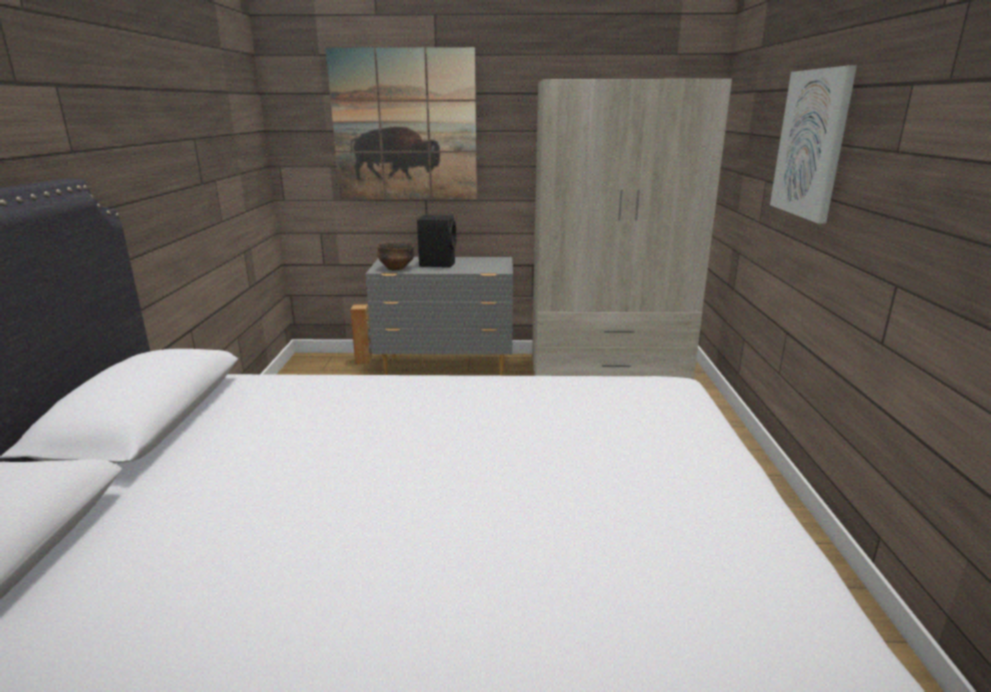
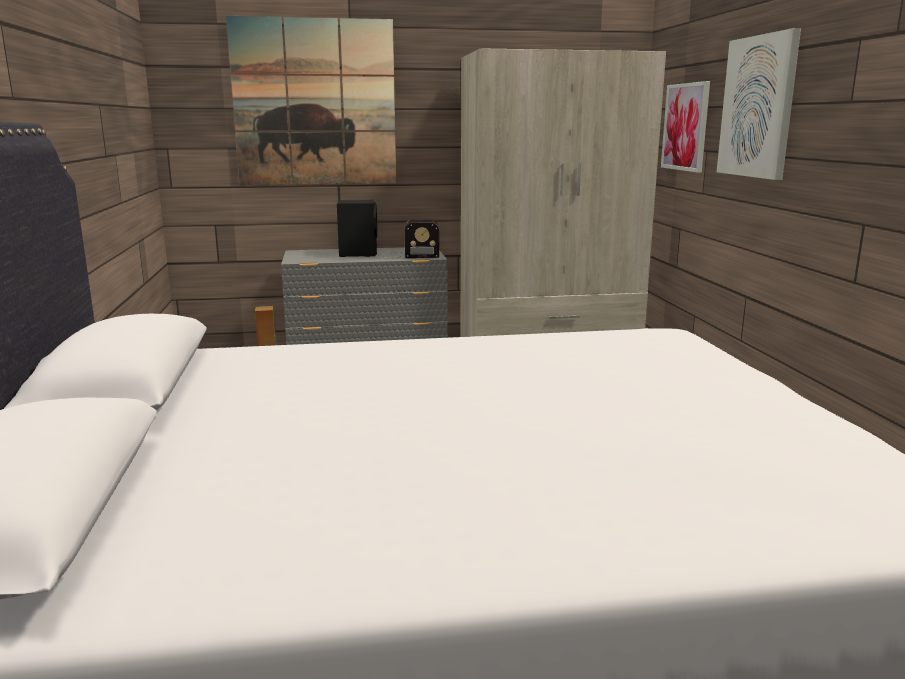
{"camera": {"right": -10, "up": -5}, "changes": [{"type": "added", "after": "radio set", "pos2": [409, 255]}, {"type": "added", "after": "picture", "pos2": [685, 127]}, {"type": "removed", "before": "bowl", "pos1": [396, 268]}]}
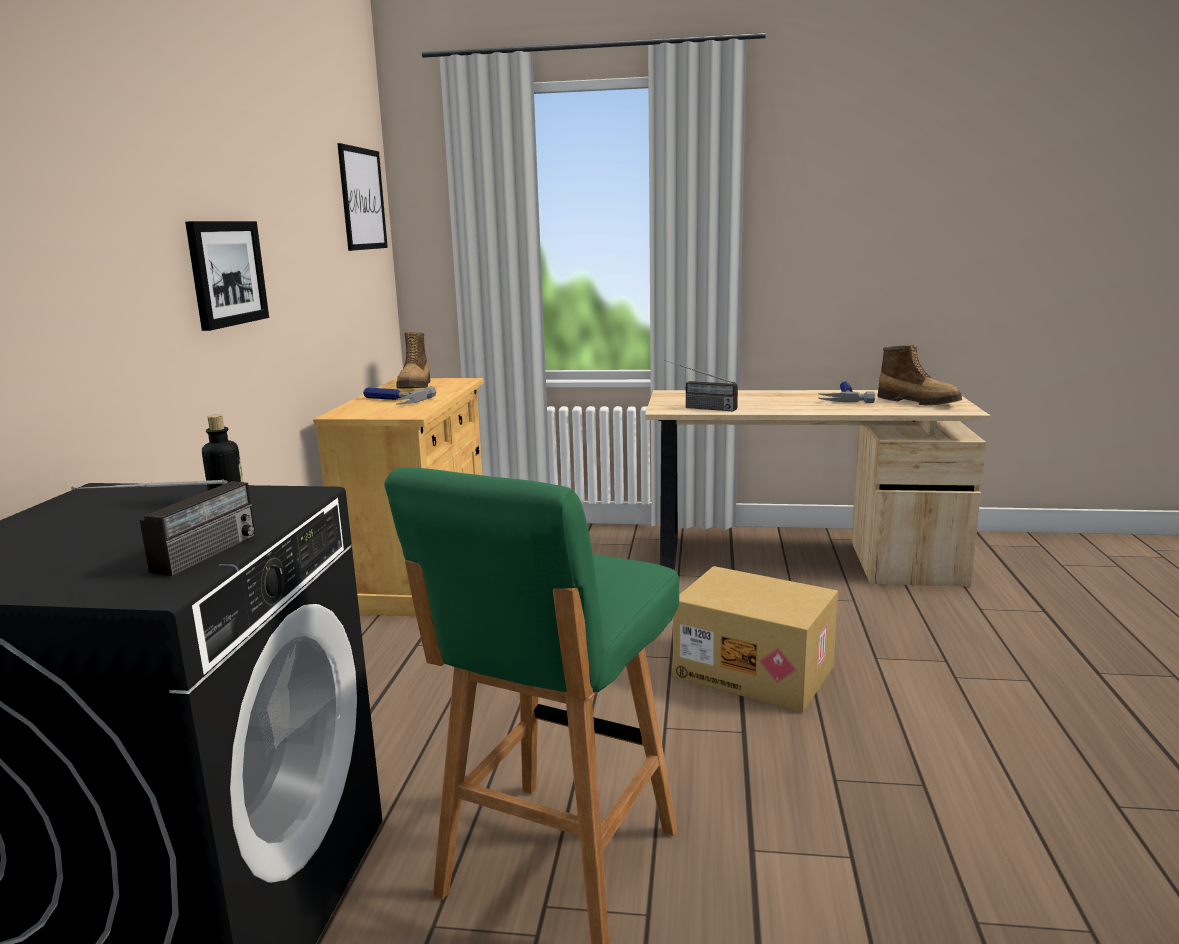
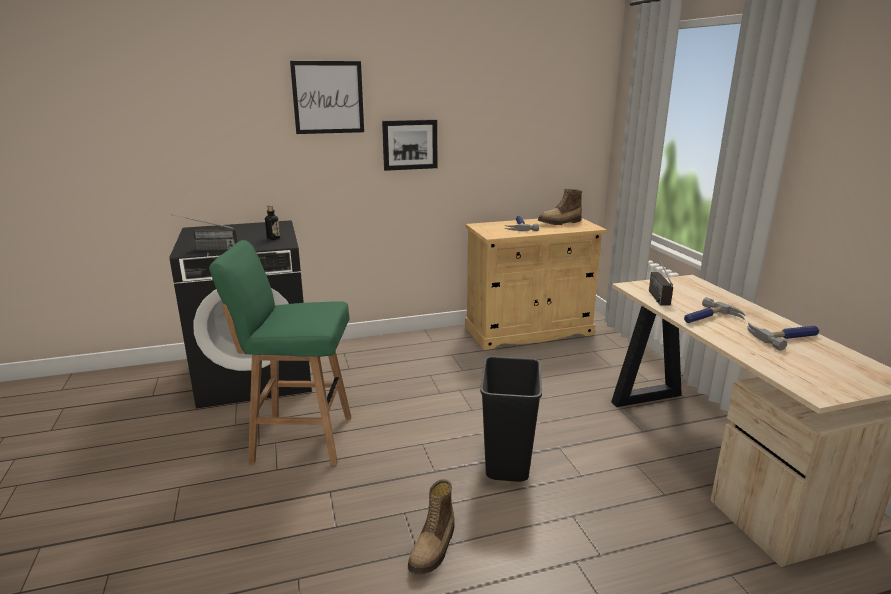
{"camera": {"right": 65, "up": 5}, "changes": [{"type": "moved", "before": "picture", "pos1": [362, 199], "pos2": [328, 97]}, {"type": "moved", "before": "tall boot", "pos1": [918, 402], "pos2": [434, 548]}, {"type": "replaced", "before": "cardboard box", "after": "black-coloured trash can", "pos1": [755, 671], "pos2": [508, 464]}, {"type": "added", "after": "hammer", "pos2": [708, 318]}]}
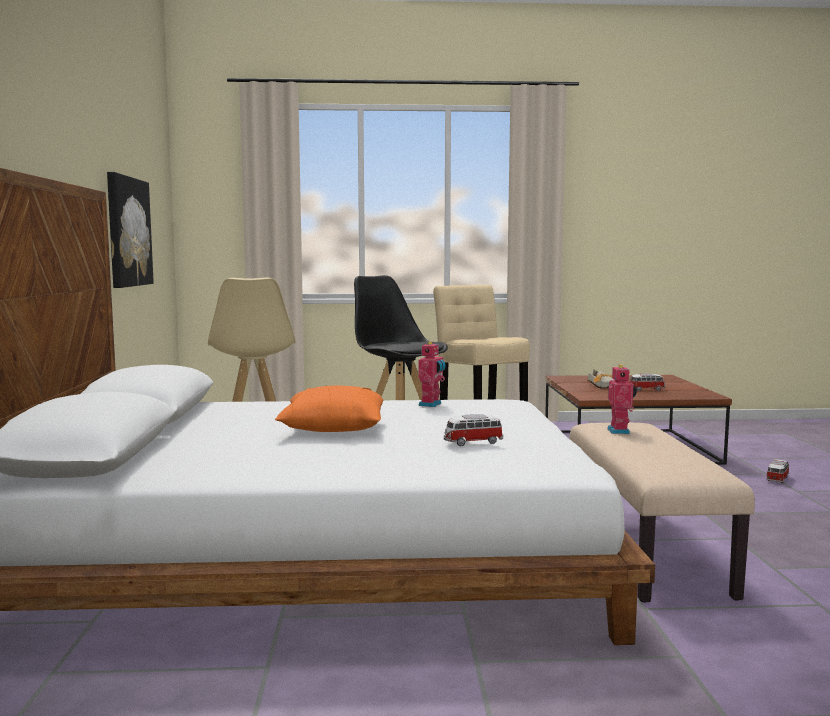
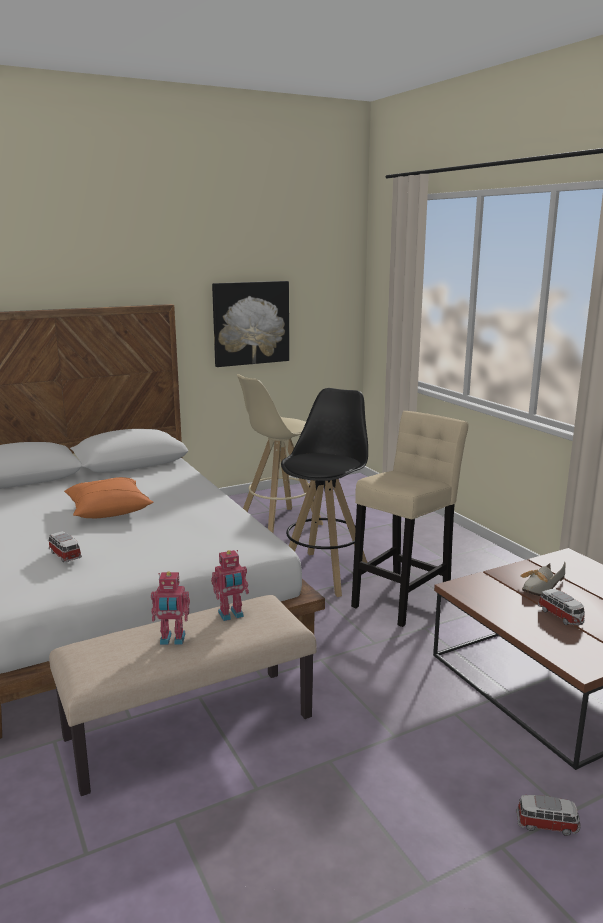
{"camera": {"right": 65, "up": 10}, "changes": [{"type": "moved", "before": "toy robot", "pos1": [431, 404], "pos2": [172, 640]}]}
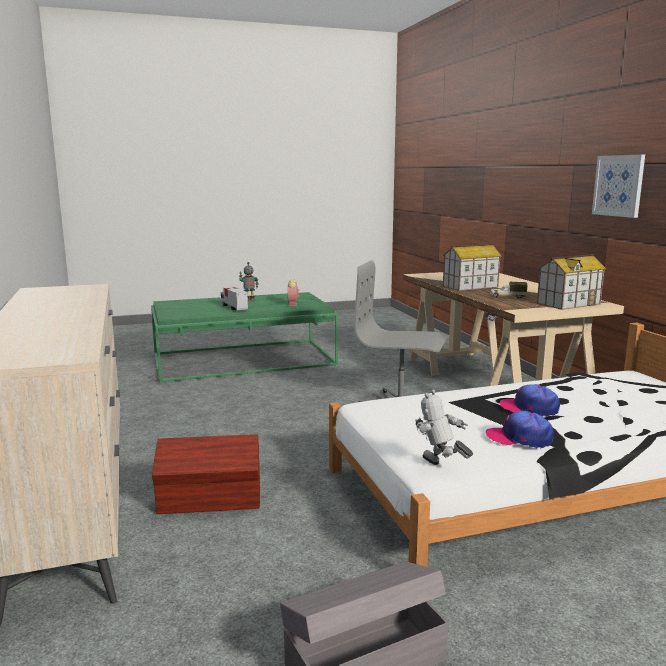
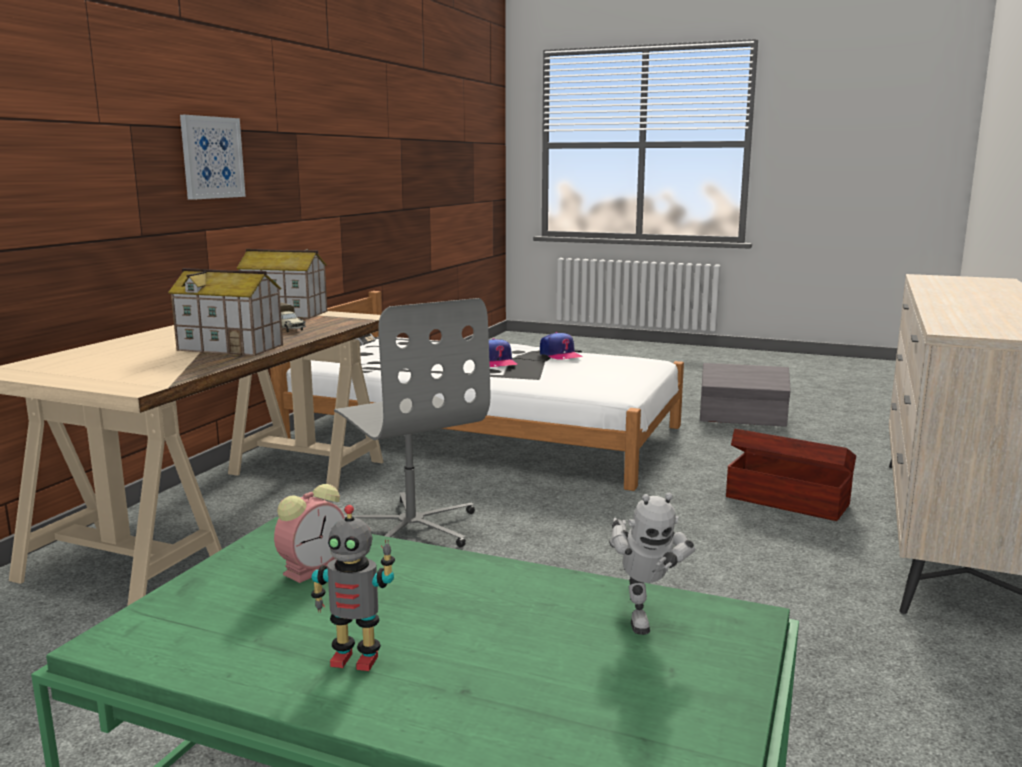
{"camera": {"right": -140, "up": 0}, "changes": [{"type": "moved", "before": "toy robot", "pos1": [439, 467], "pos2": [642, 615]}, {"type": "removed", "before": "toy lorry", "pos1": [234, 307]}]}
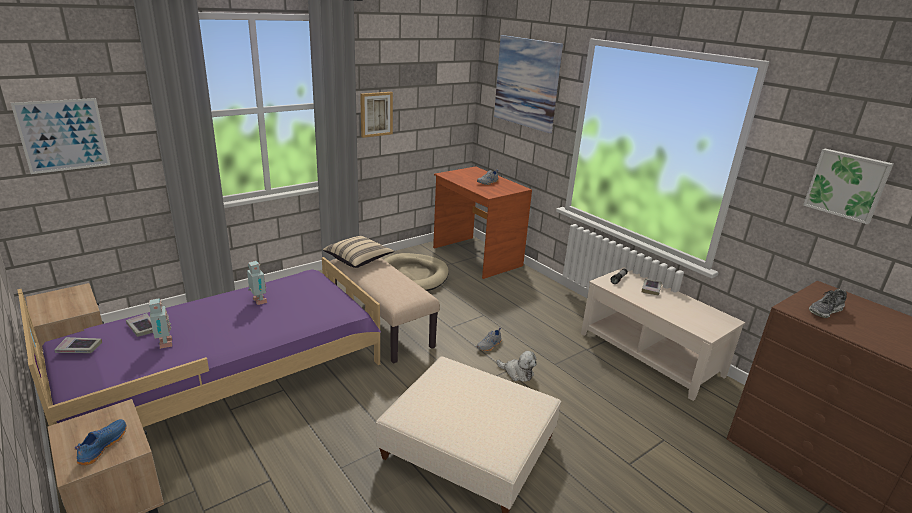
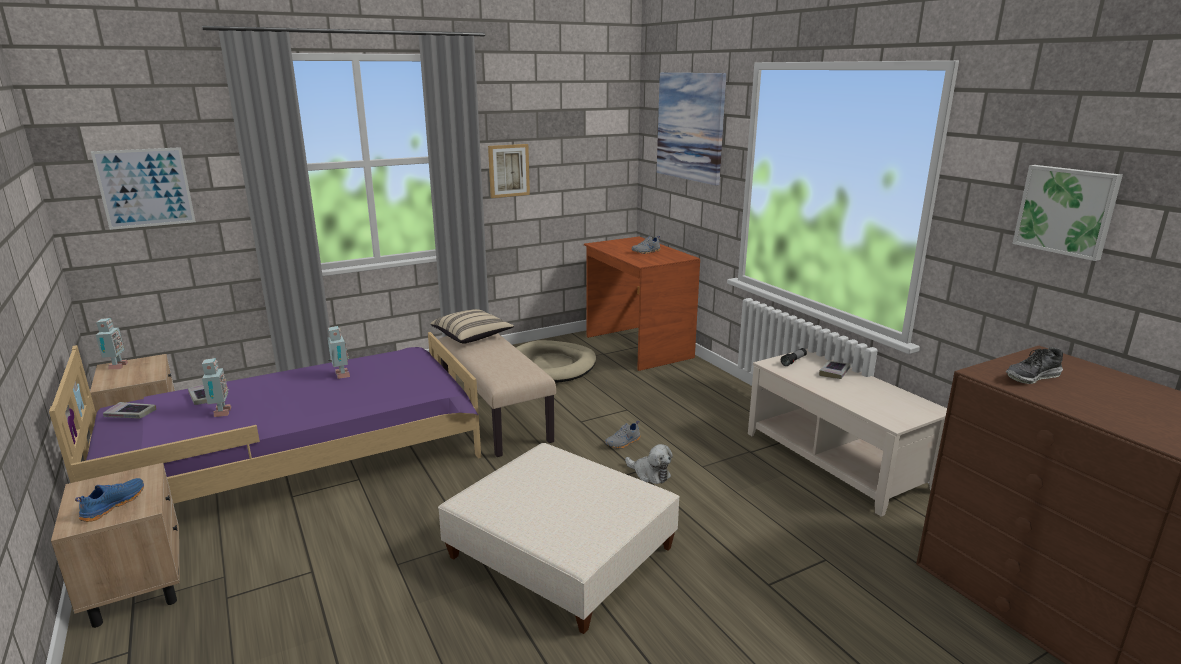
{"camera": {"right": 10, "up": -5}, "changes": [{"type": "added", "after": "toy robot", "pos2": [116, 367]}]}
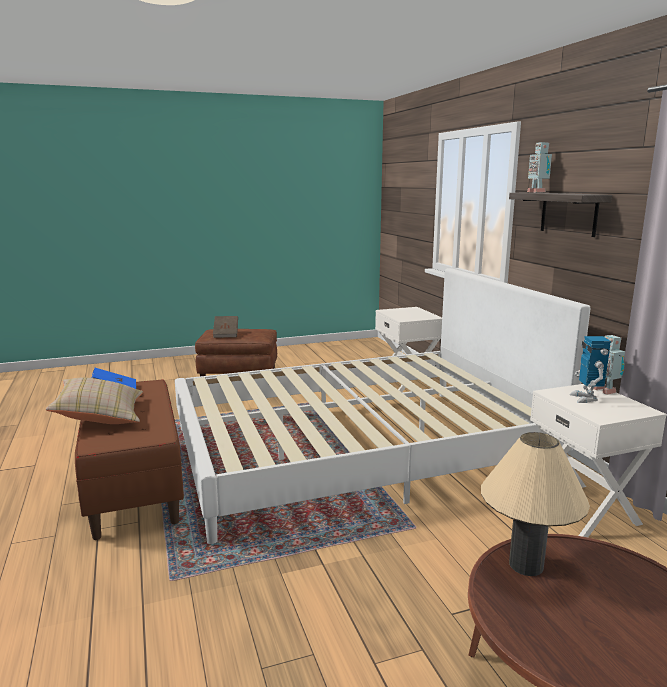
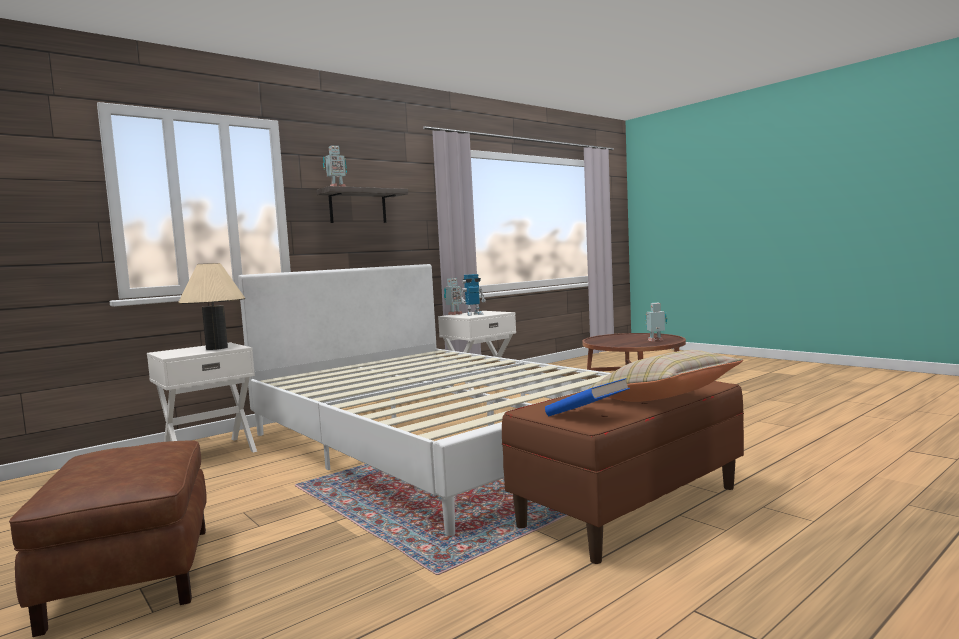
{"camera": {"right": -110, "up": -10}, "changes": [{"type": "moved", "before": "beige-coloured lamp for a table", "pos1": [526, 565], "pos2": [216, 348]}, {"type": "added", "after": "toy robot", "pos2": [656, 340]}, {"type": "removed", "before": "brown volume", "pos1": [226, 334]}]}
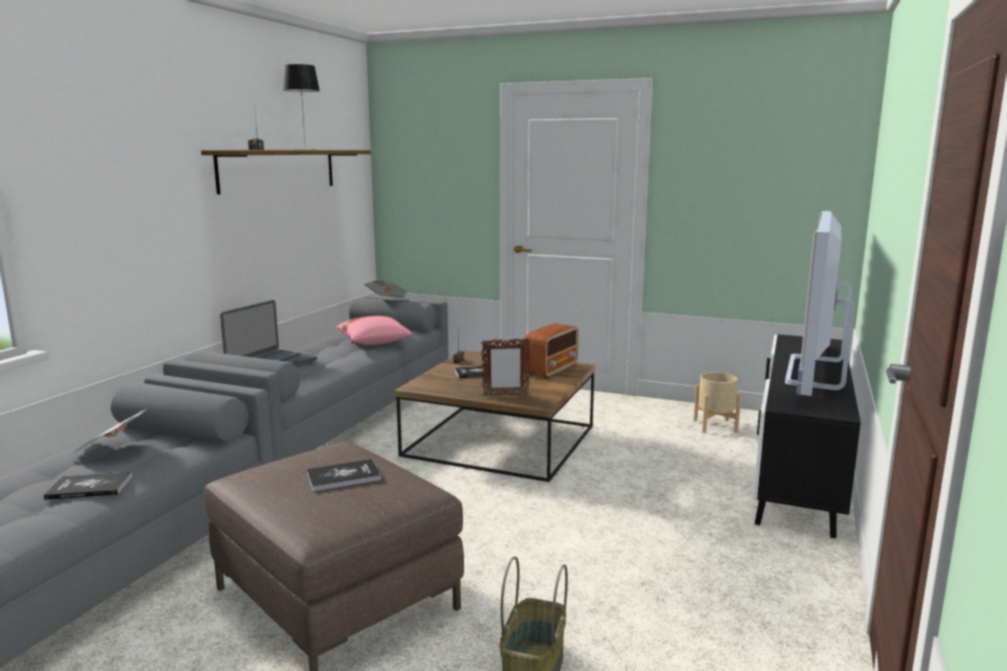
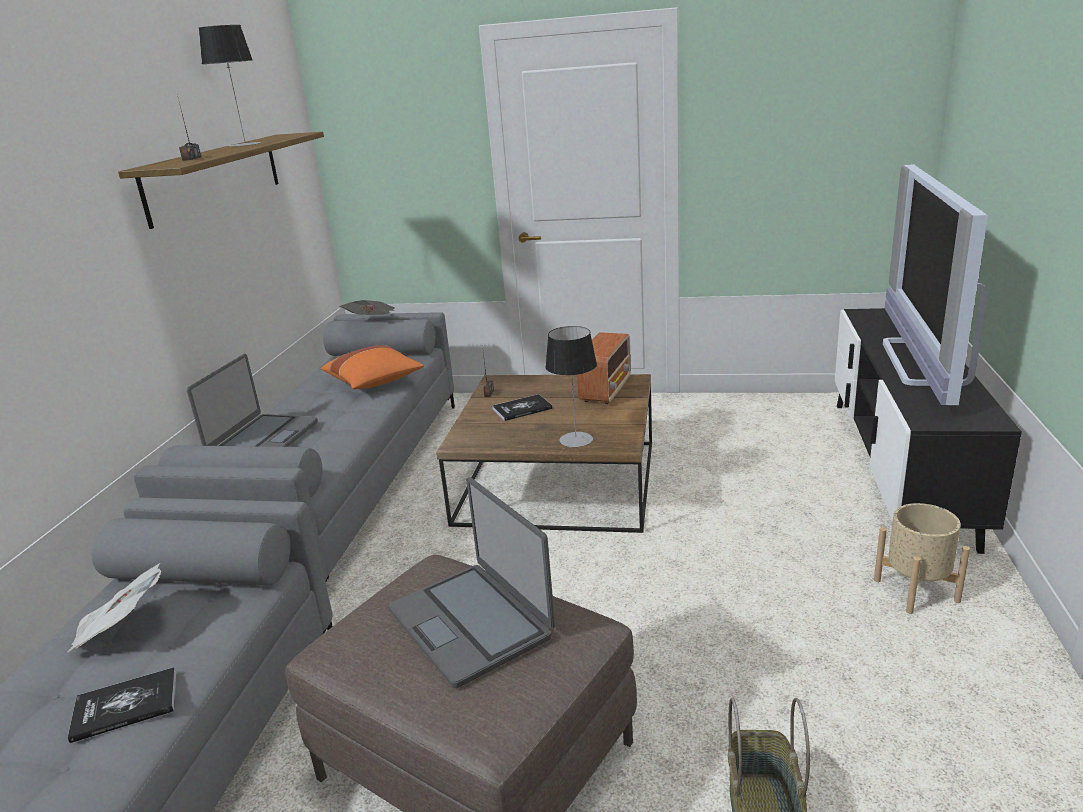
{"camera": {"right": -10, "up": 10}, "changes": [{"type": "recoloured", "before": "pink-coloured throw pillow", "after": "orangey throw pillow", "pos1": [375, 343], "pos2": [375, 382]}, {"type": "replaced", "before": "volume", "after": "notebook computer", "pos1": [343, 476], "pos2": [471, 623]}, {"type": "replaced", "before": "photo frame", "after": "lamp for a table", "pos1": [505, 396], "pos2": [576, 440]}, {"type": "moved", "before": "beige-coloured flower pot", "pos1": [715, 425], "pos2": [916, 590]}]}
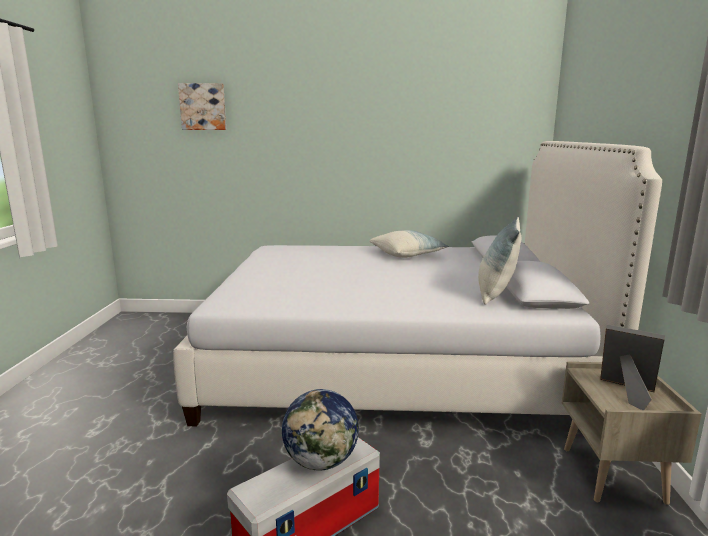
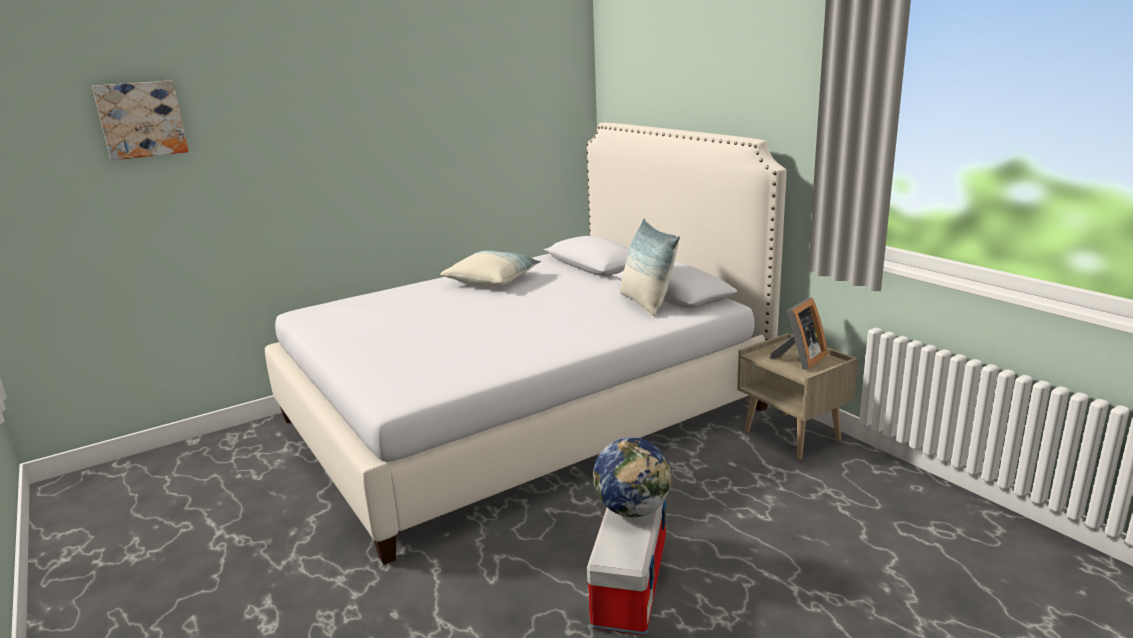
{"camera": {"right": -35, "up": 5}, "changes": [{"type": "turned", "before": "photo frame", "pos1": [627, 392], "pos2": [799, 360], "turn": 135}]}
